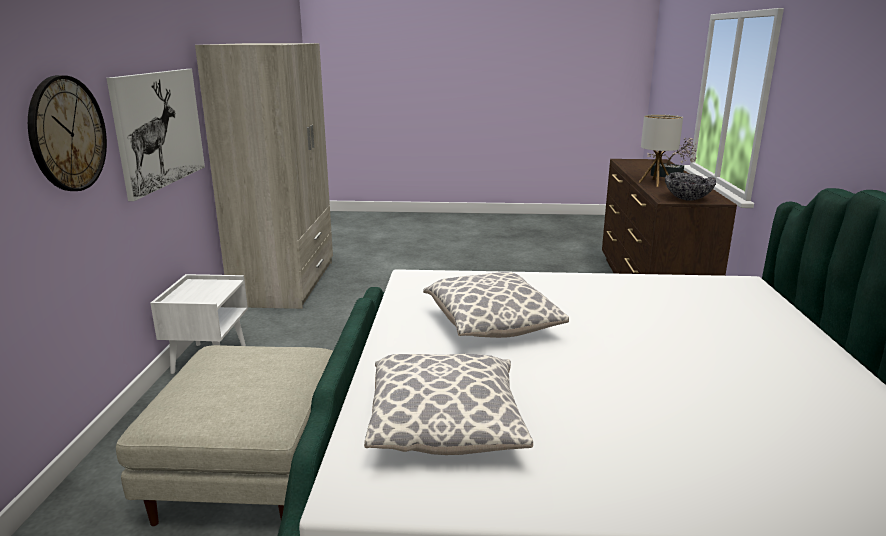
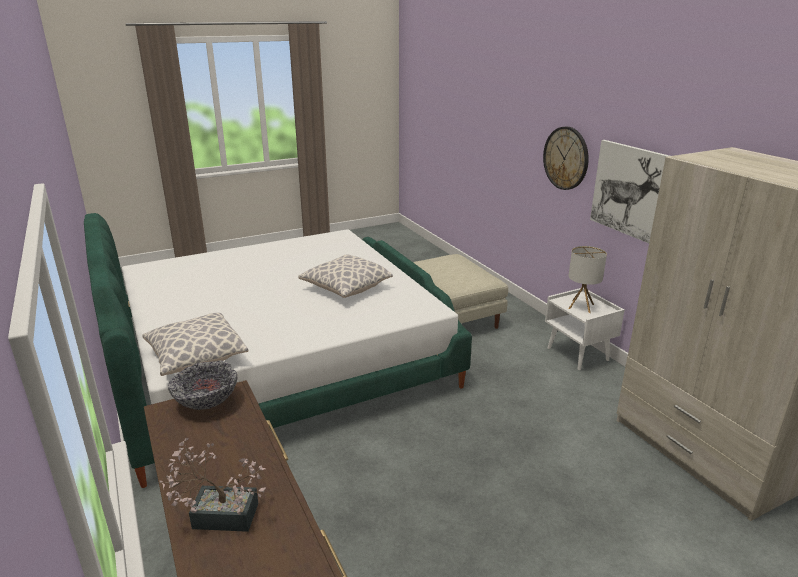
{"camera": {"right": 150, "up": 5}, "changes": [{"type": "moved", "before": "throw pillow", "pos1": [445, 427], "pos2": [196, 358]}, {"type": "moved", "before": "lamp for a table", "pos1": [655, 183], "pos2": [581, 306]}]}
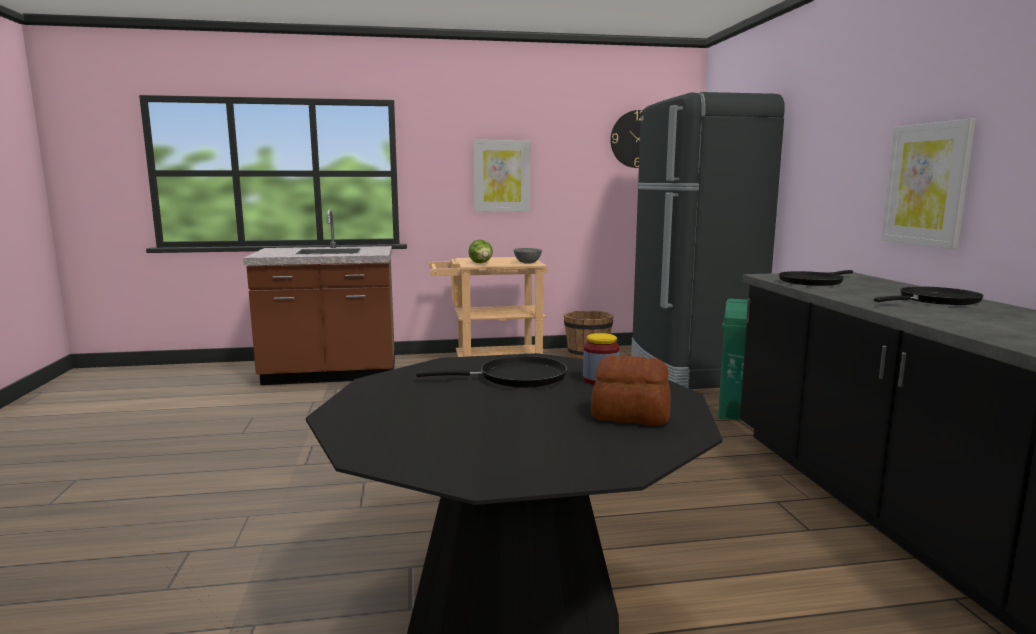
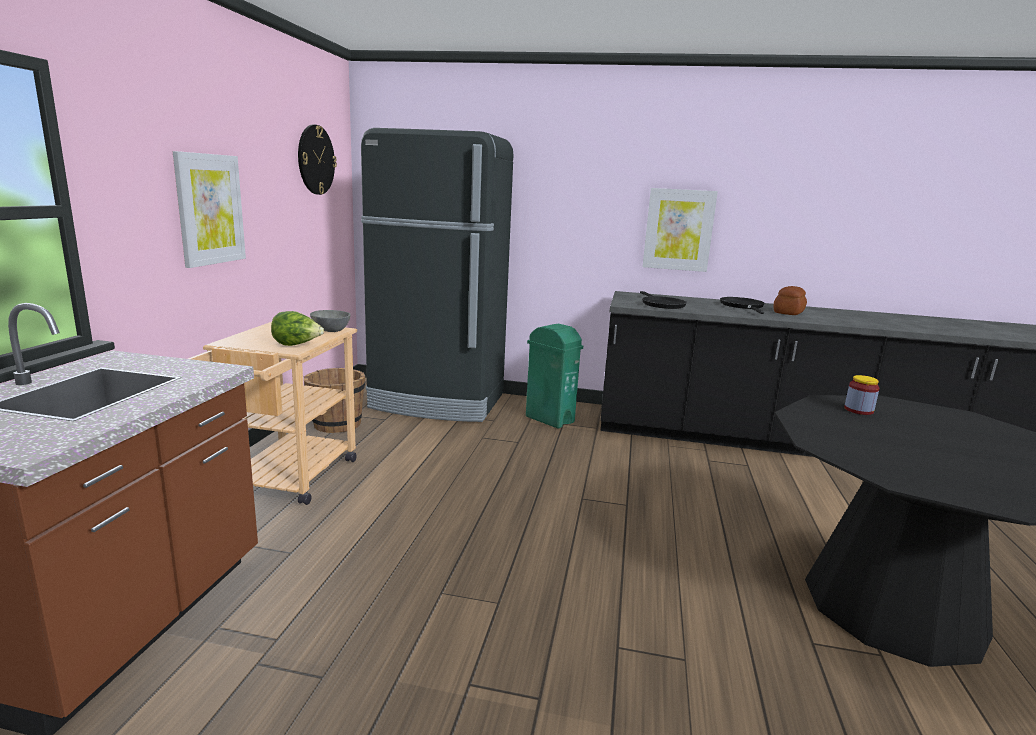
{"camera": {"right": -70, "up": 5}, "changes": [{"type": "moved", "before": "bakery bread", "pos1": [629, 415], "pos2": [787, 312]}, {"type": "removed", "before": "black-coloured frying pan", "pos1": [516, 378]}]}
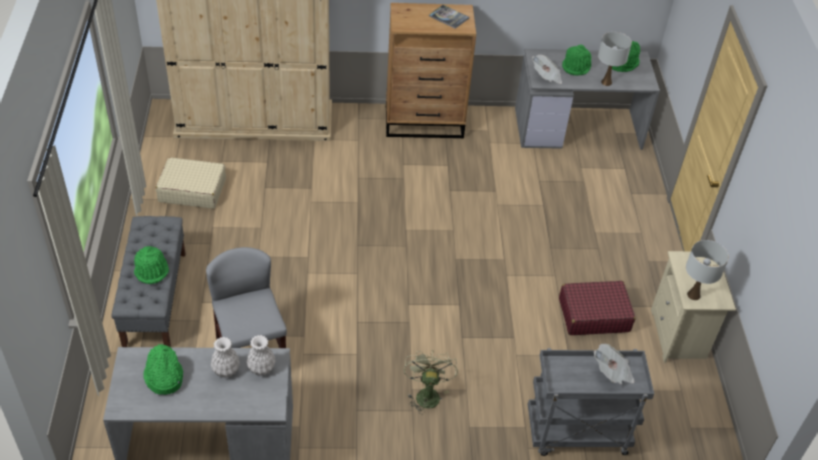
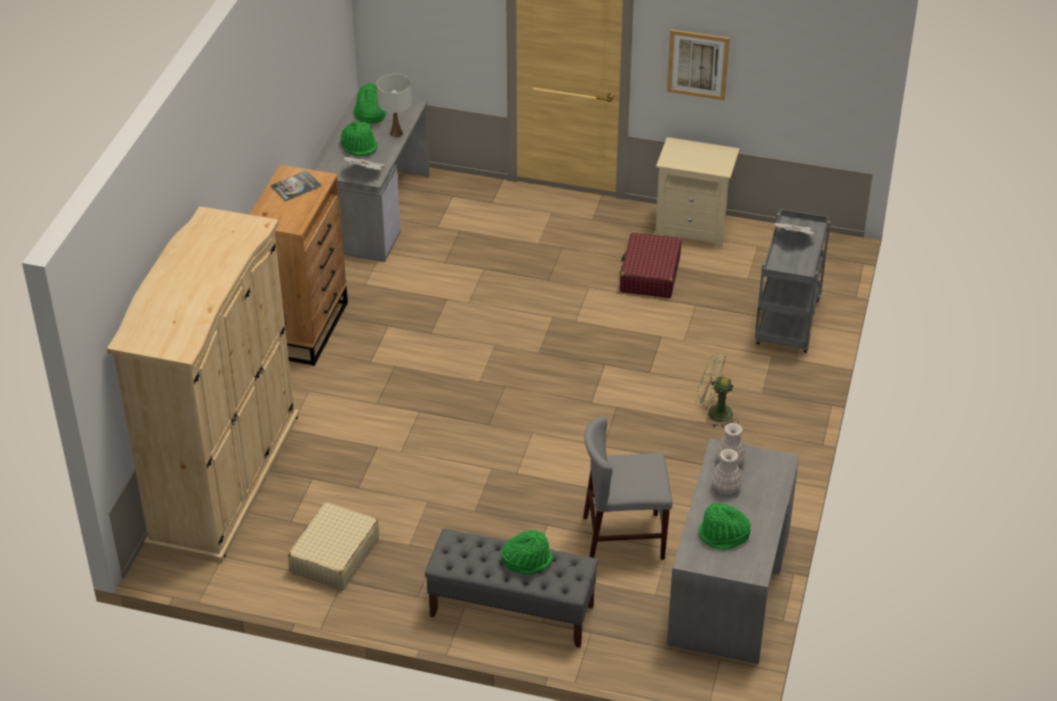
{"camera": {"right": -70, "up": -5}, "changes": [{"type": "added", "after": "picture", "pos2": [698, 64]}, {"type": "removed", "before": "white lamp for a table", "pos1": [693, 295]}]}
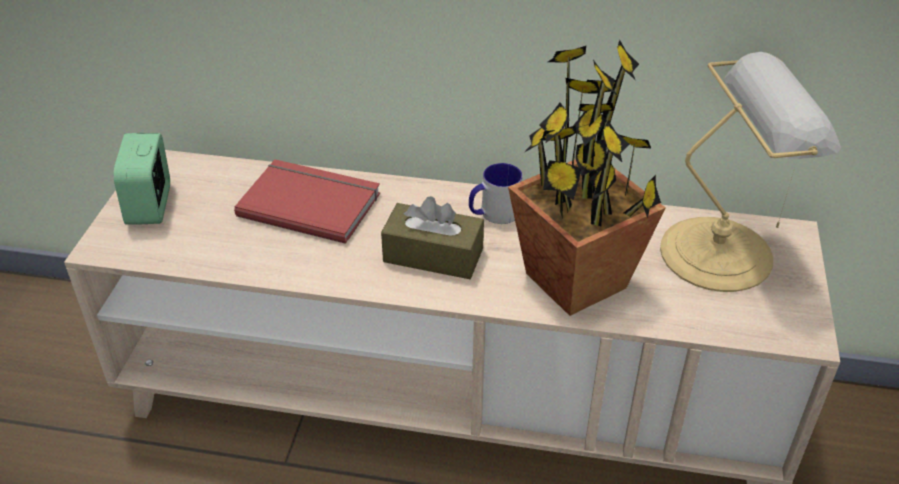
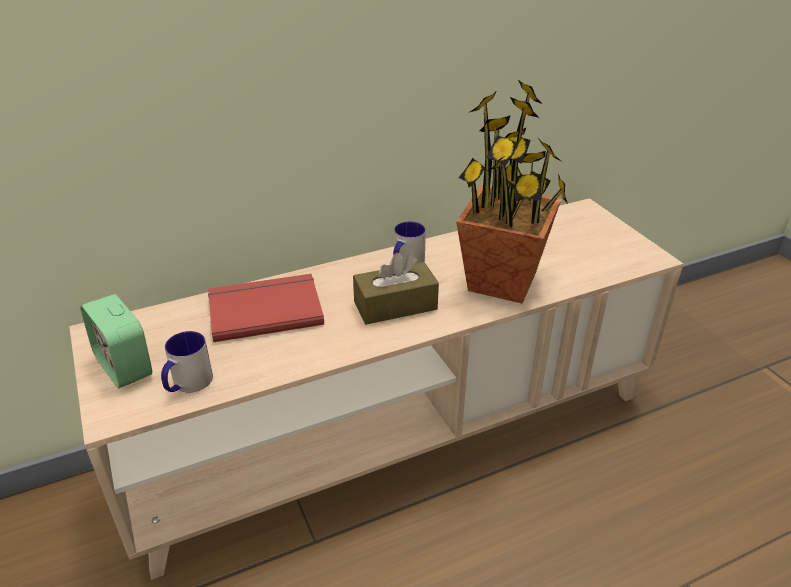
{"camera": {"right": -35, "up": -5}, "changes": [{"type": "added", "after": "coffee mug", "pos2": [188, 384]}, {"type": "removed", "before": "lamp for a table", "pos1": [722, 252]}]}
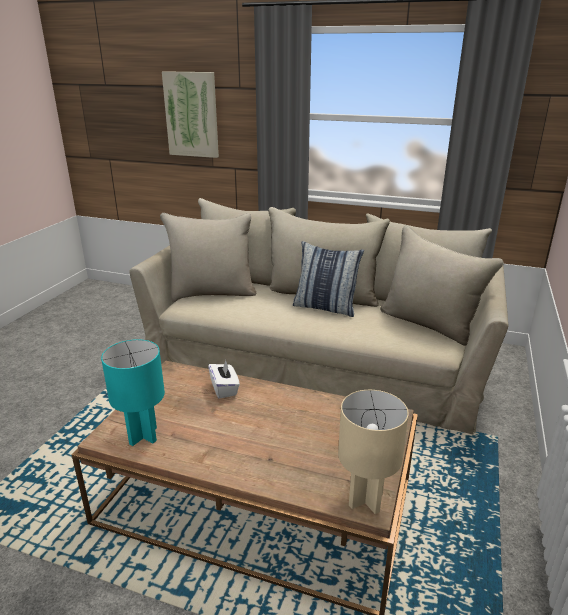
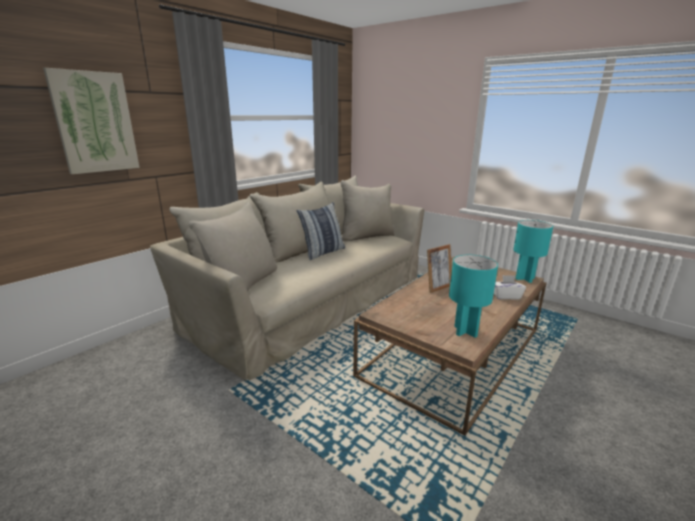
{"camera": {"right": -70, "up": -5}, "changes": [{"type": "added", "after": "photo frame", "pos2": [438, 287]}, {"type": "moved", "before": "white box of tissues", "pos1": [224, 389], "pos2": [506, 296]}, {"type": "recoloured", "before": "beige-coloured lamp for a table", "after": "blue-green lamp for a table", "pos1": [365, 500], "pos2": [525, 278]}]}
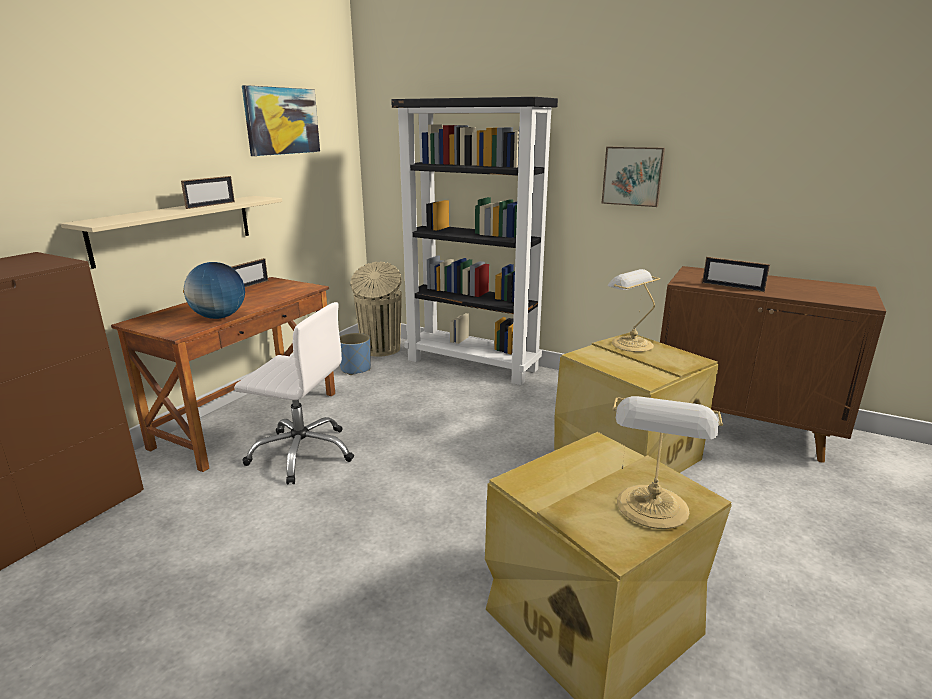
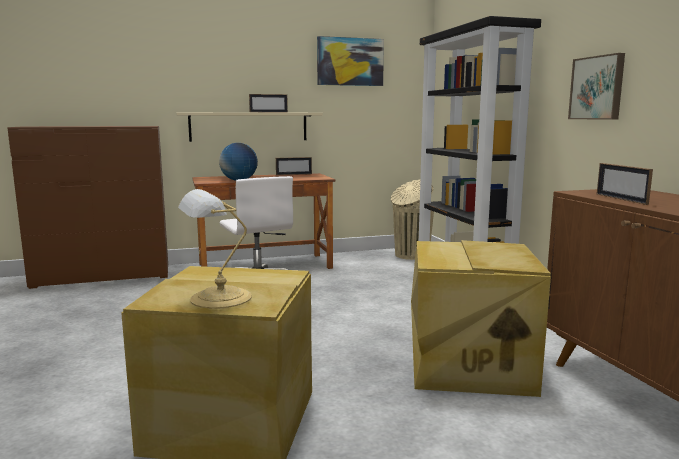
{"camera": {"right": 45, "up": -10}, "changes": [{"type": "removed", "before": "bluish flower pot", "pos1": [355, 369]}, {"type": "removed", "before": "lamp for a table", "pos1": [630, 343]}]}
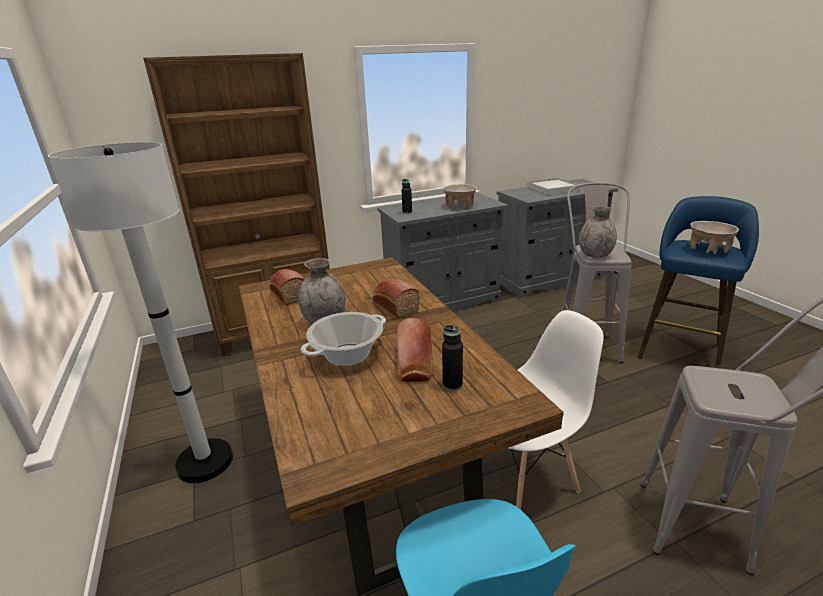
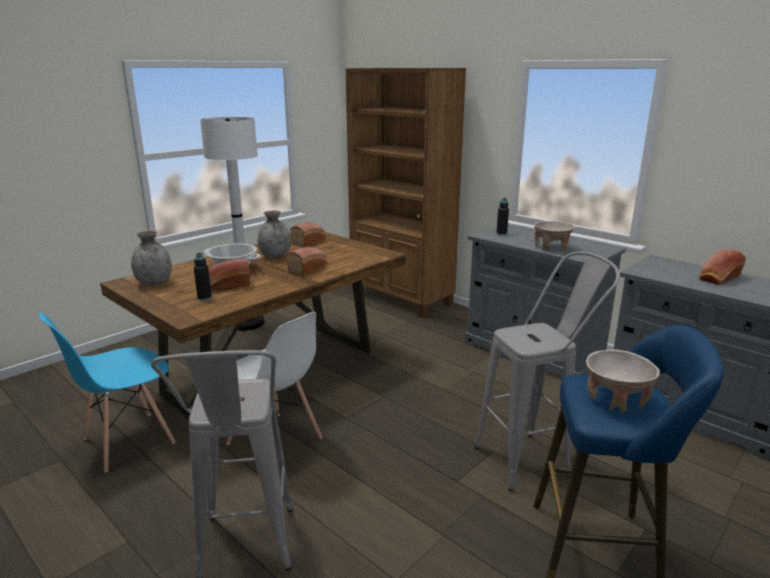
{"camera": {"right": 65, "up": -5}, "changes": [{"type": "moved", "before": "greyish flower vase", "pos1": [595, 255], "pos2": [154, 283]}, {"type": "replaced", "before": "white carrying tray", "after": "bakery bread", "pos1": [552, 188], "pos2": [718, 278]}]}
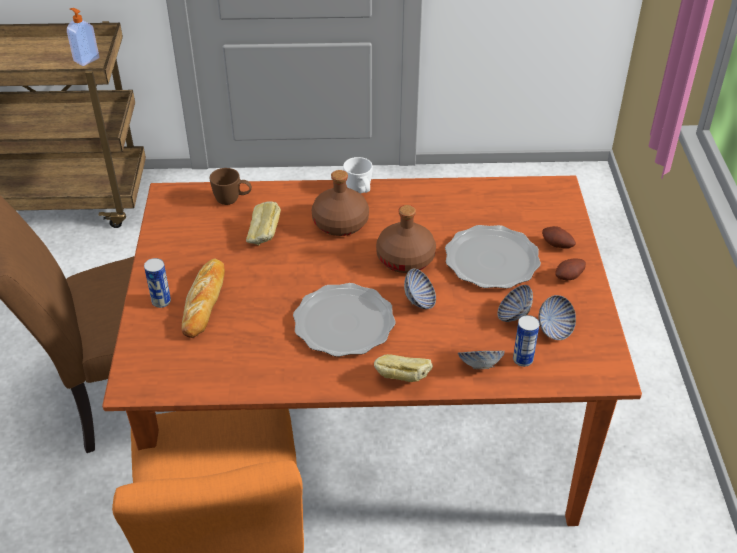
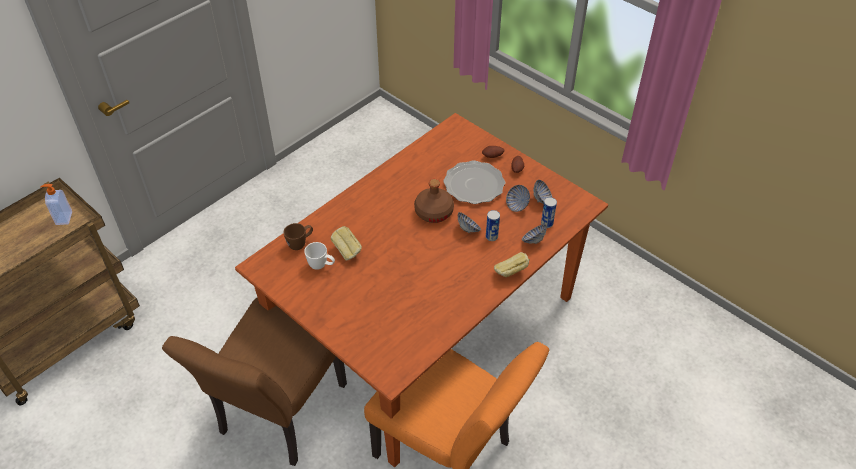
{"camera": {"right": -45, "up": 5}, "changes": [{"type": "moved", "before": "white coffee mug", "pos1": [360, 192], "pos2": [321, 266]}, {"type": "moved", "before": "can", "pos1": [161, 301], "pos2": [491, 237]}, {"type": "removed", "before": "bakery bread", "pos1": [204, 301]}, {"type": "removed", "before": "dinner plate", "pos1": [344, 323]}, {"type": "removed", "before": "brown bottle", "pos1": [340, 223]}]}
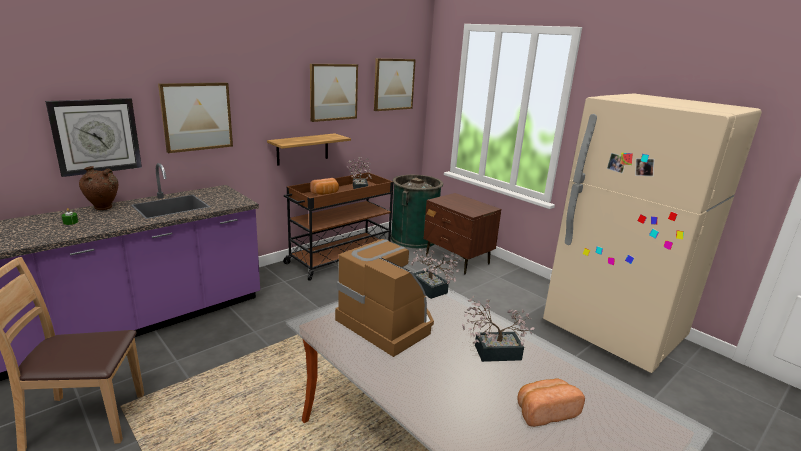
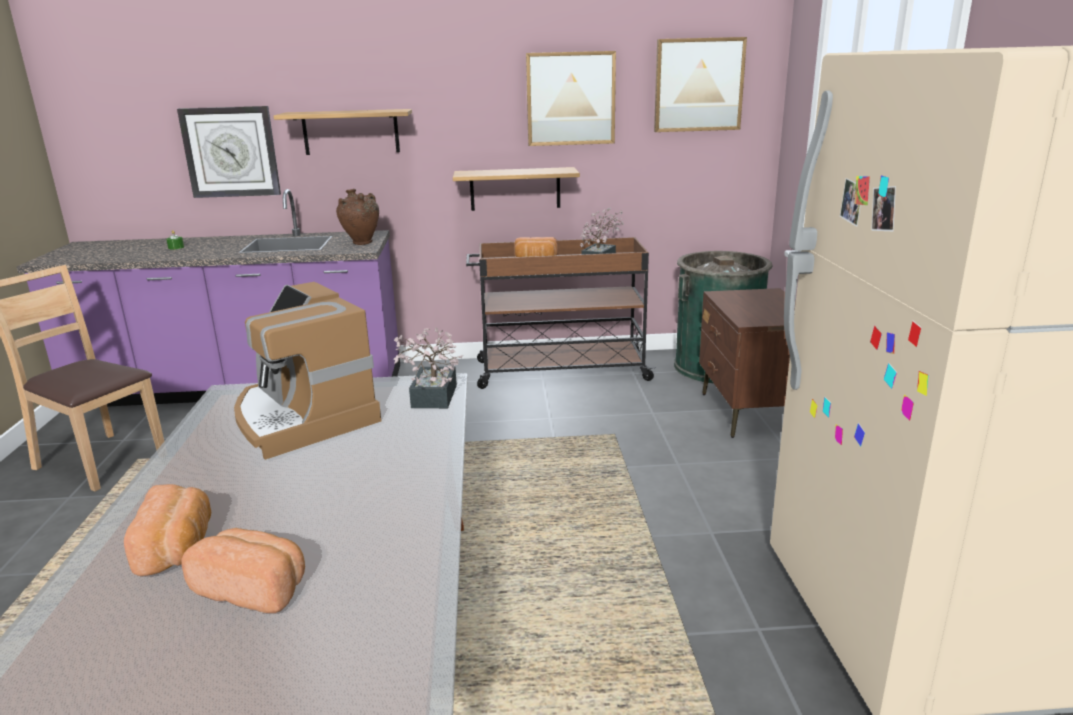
{"camera": {"right": 40, "up": 0}, "changes": [{"type": "added", "after": "bakery bread", "pos2": [178, 547]}, {"type": "turned", "before": "coffee machine", "pos1": [387, 322], "pos2": [302, 418], "turn": 150}, {"type": "replaced", "before": "picture", "after": "bracket shelf", "pos1": [197, 116], "pos2": [351, 132]}, {"type": "moved", "before": "brown flower vase", "pos1": [103, 208], "pos2": [361, 243]}, {"type": "removed", "before": "plant in a pot", "pos1": [492, 352]}]}
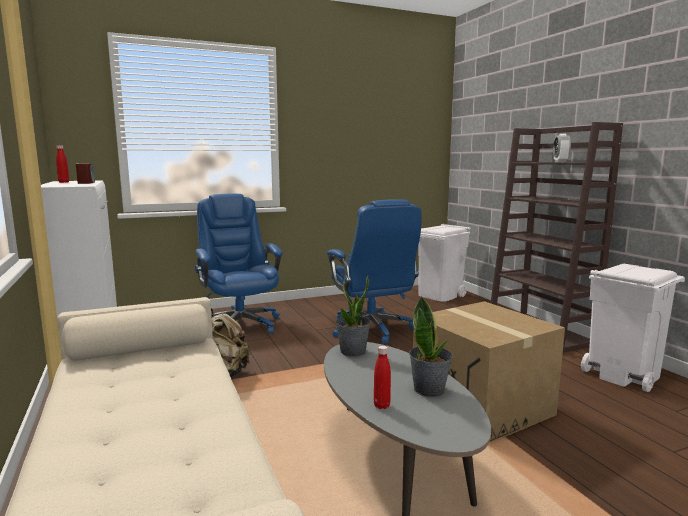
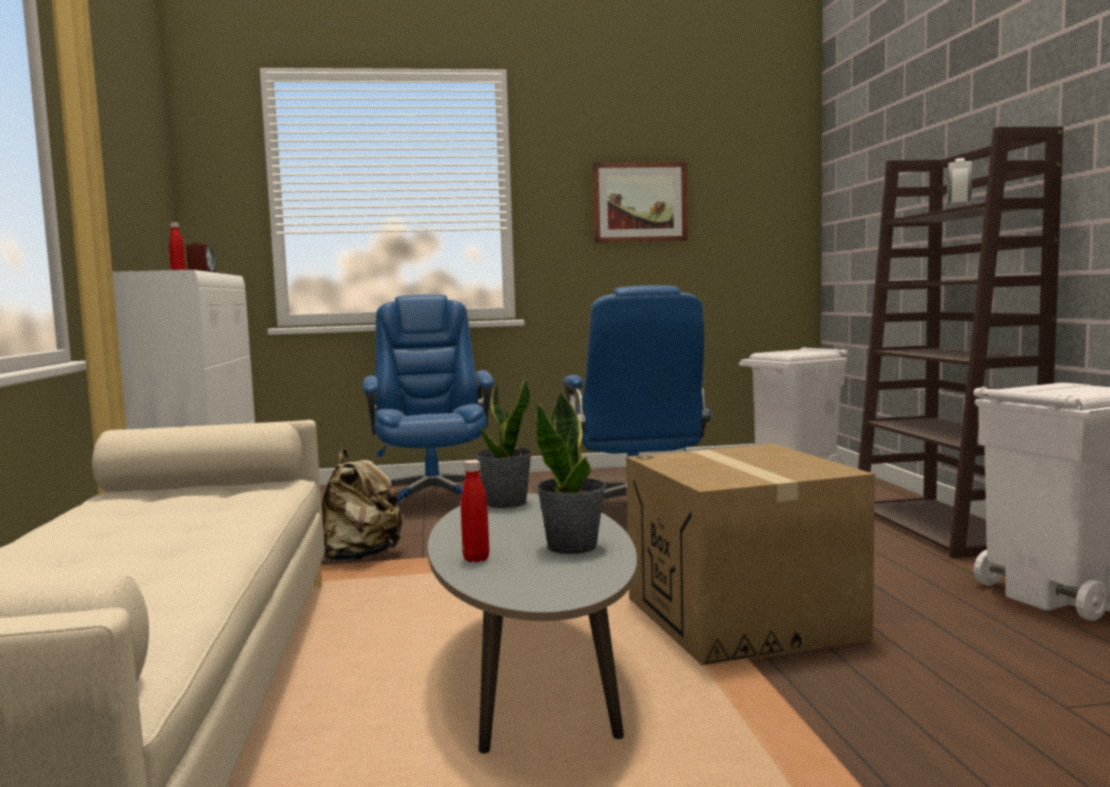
{"camera": {"right": 15, "up": -5}, "changes": [{"type": "added", "after": "picture", "pos2": [639, 202]}]}
